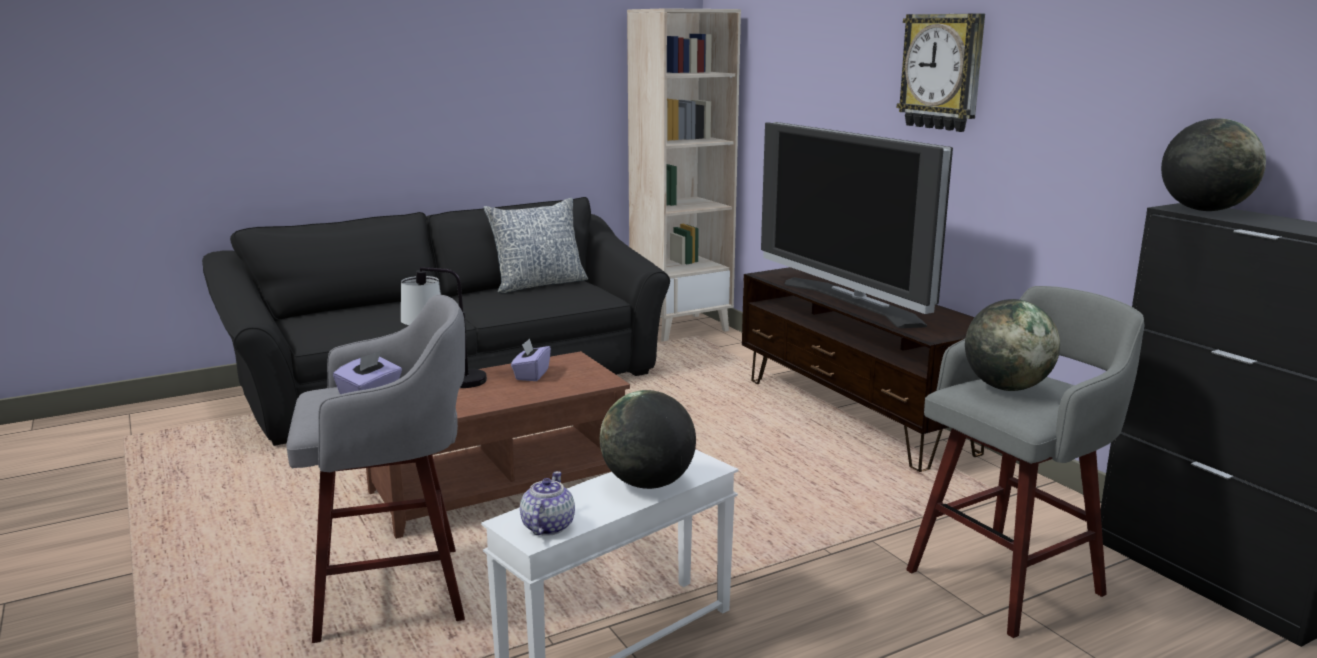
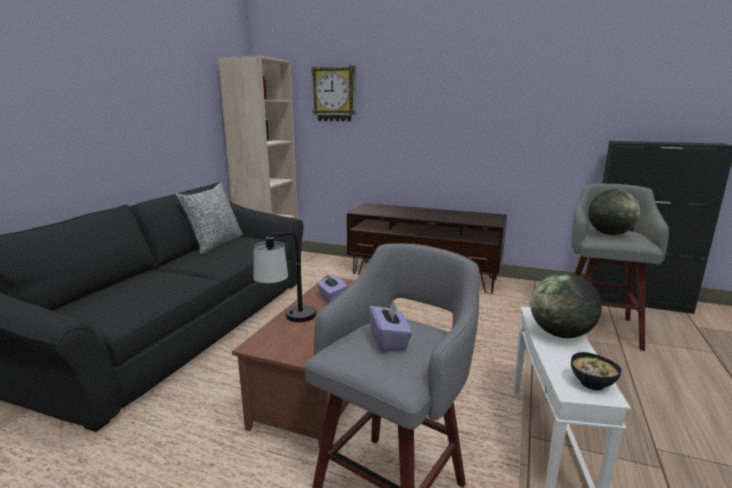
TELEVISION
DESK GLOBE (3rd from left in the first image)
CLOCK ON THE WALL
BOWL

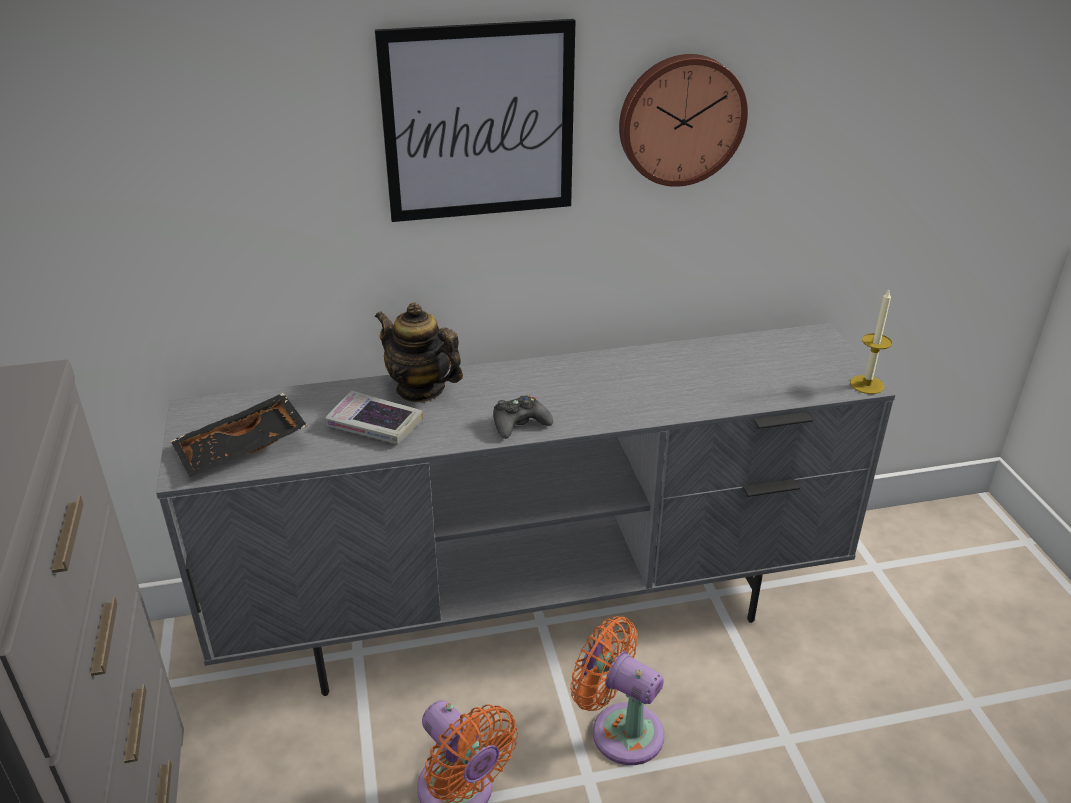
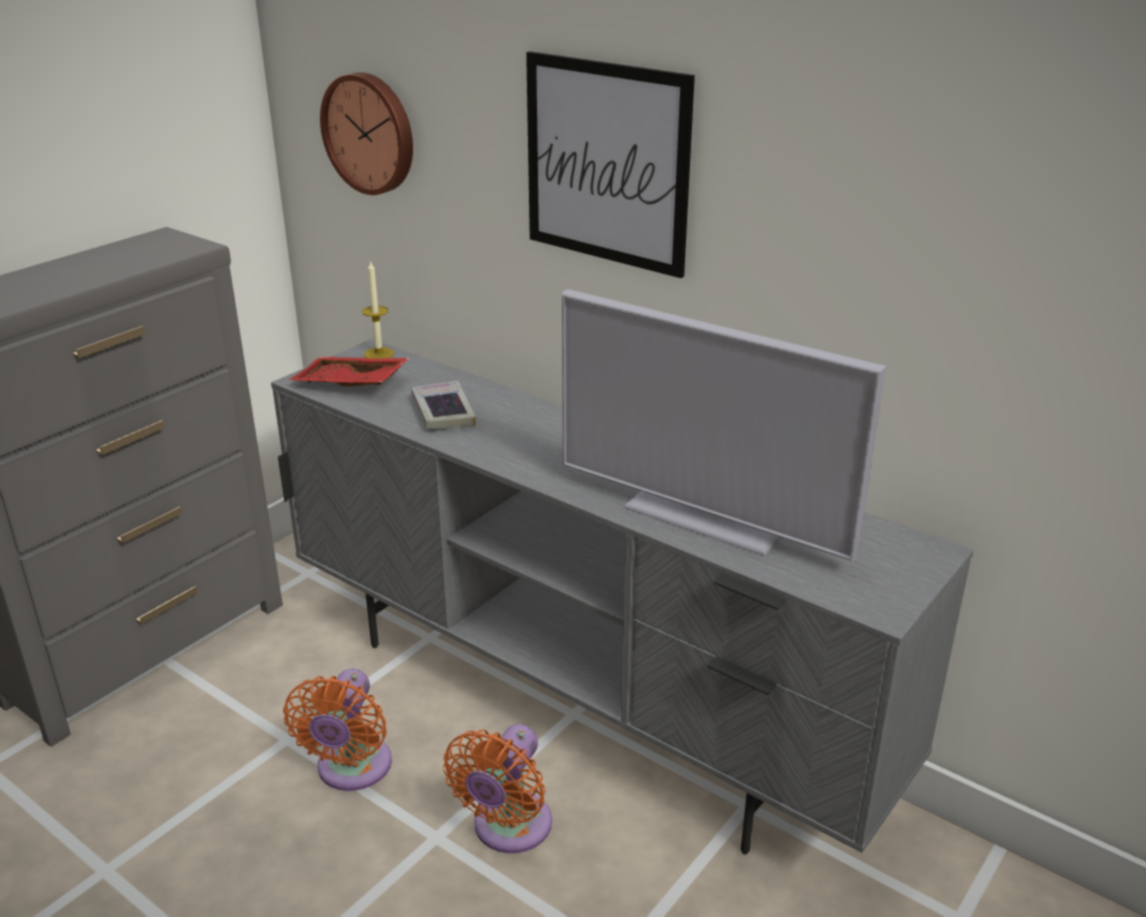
TEA POT
BLACKISH JOYPAD
TELEVISION
CLOCK ON THE WALL
WAX LIGHT
REDDISH TRAY
ORANGE FAN (2nd from left)

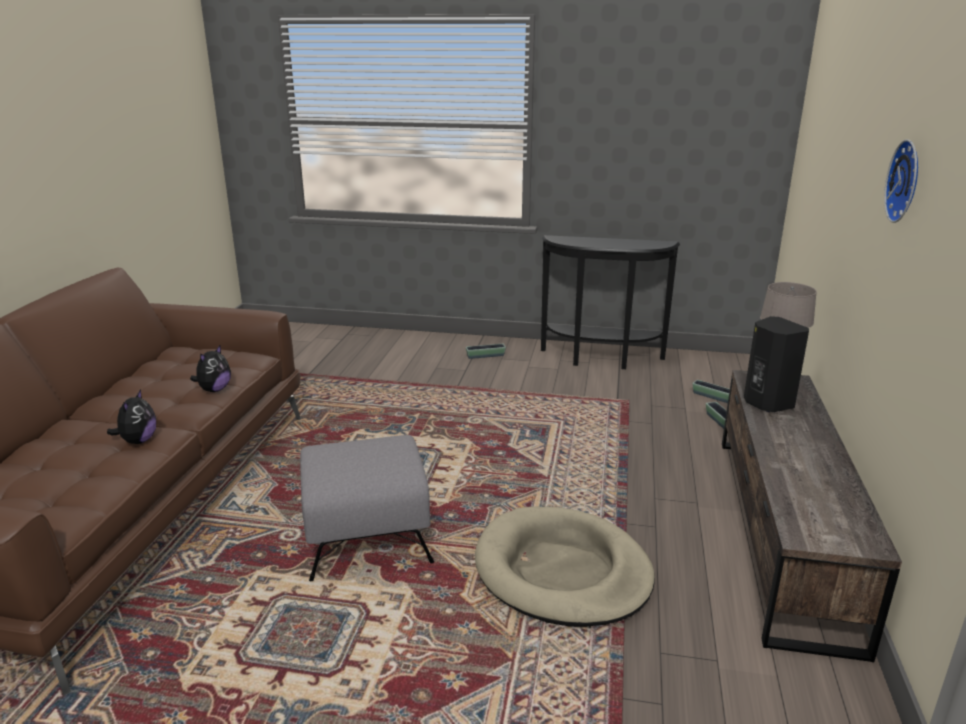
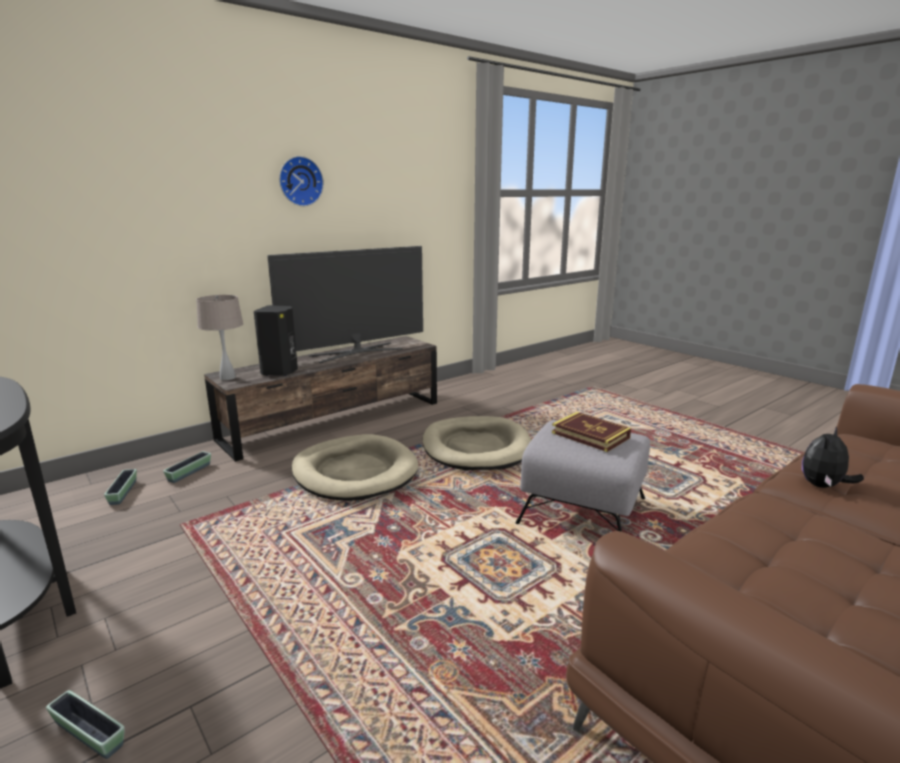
PLUSH TOY (2nd from left in the first image)
TELEVISION
BEIGE DOG BED (1st from left)
VOLUME

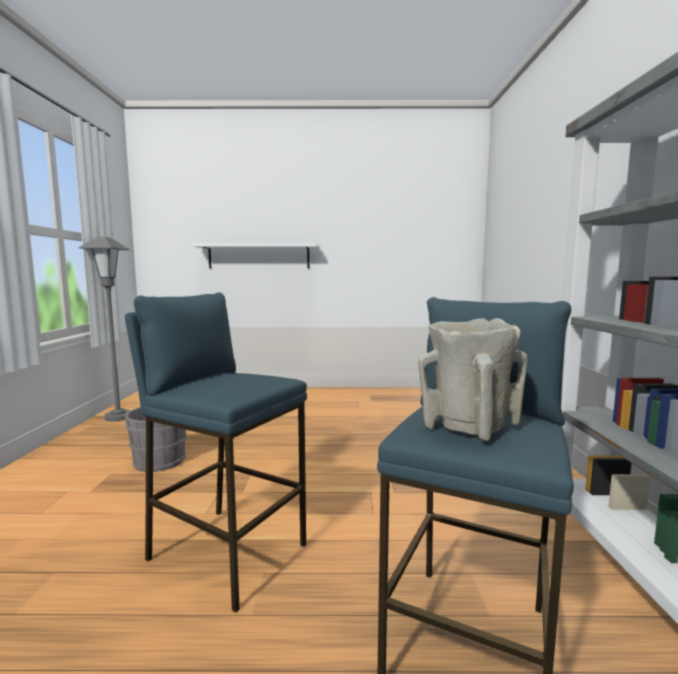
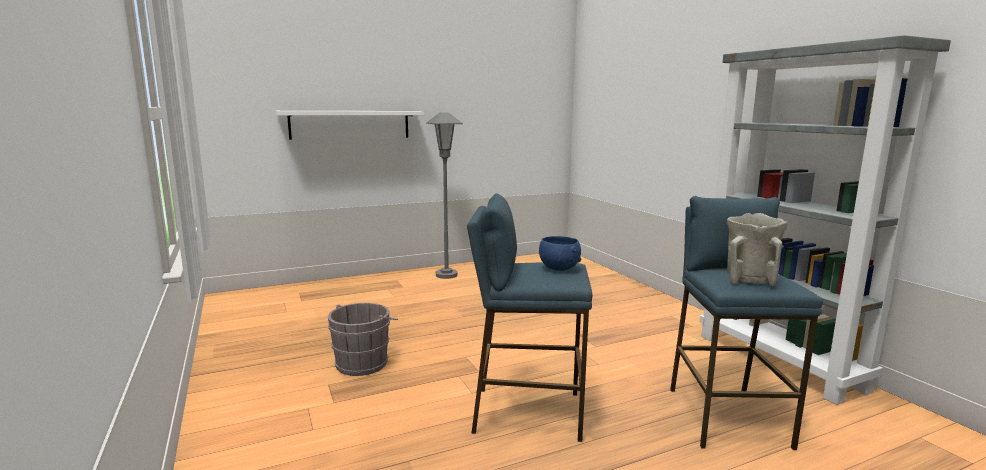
BLUE BOWL
GREY STANDARD LAMP

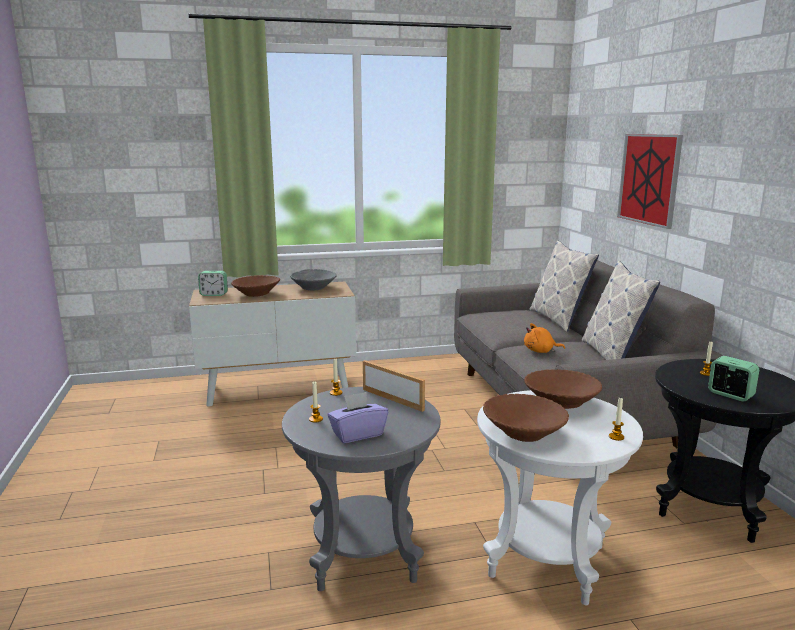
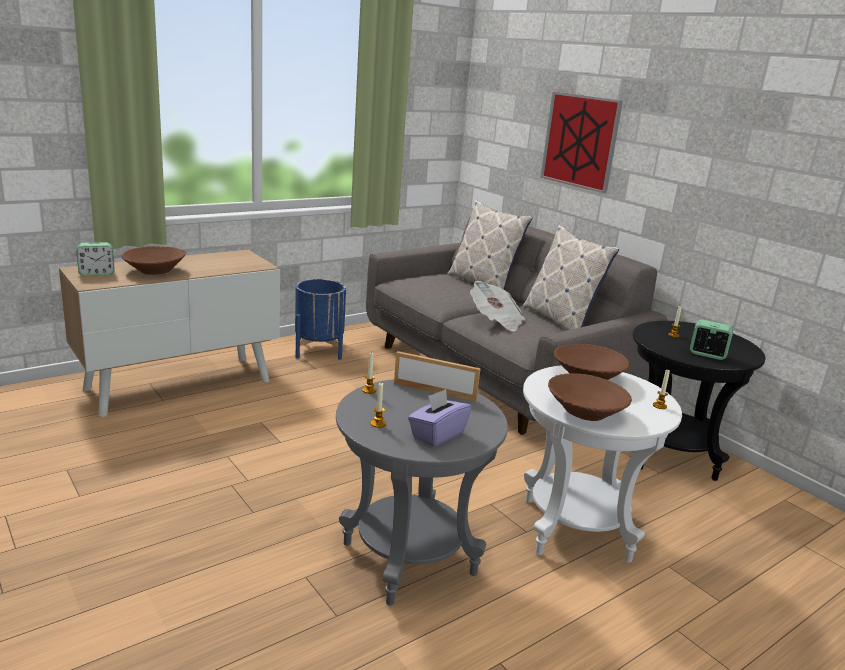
GREY BOWL
BLUE PLANTER
DAILY PAPER

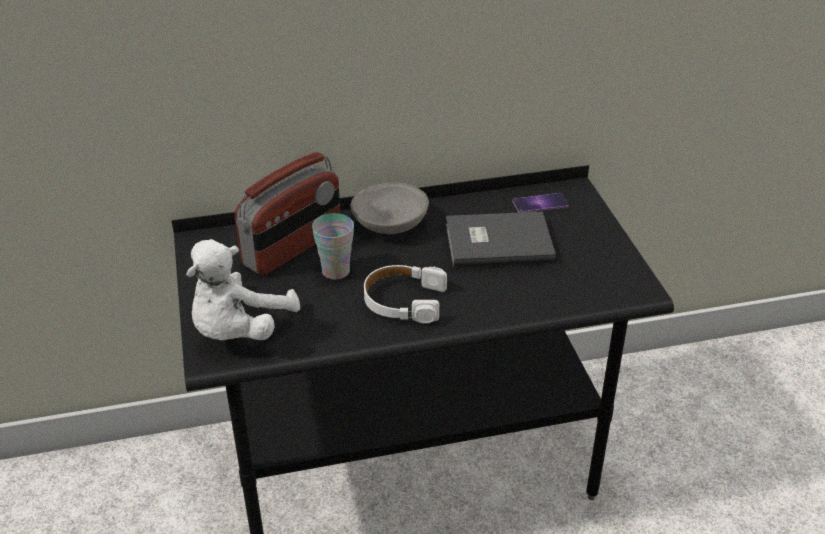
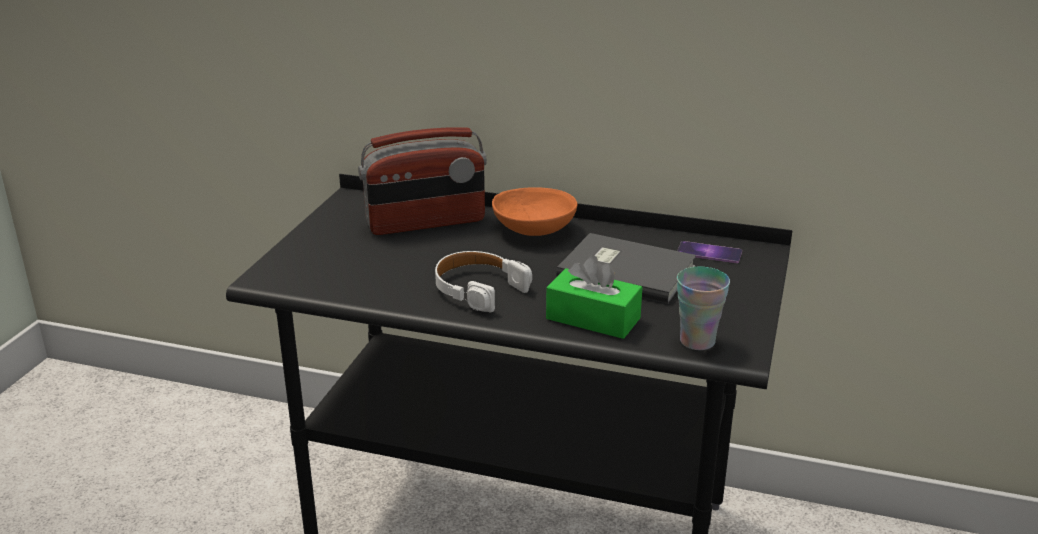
WHITE PLUSH TOY
GREEN BOX OF TISSUES
CUP
ORANGE BOWL

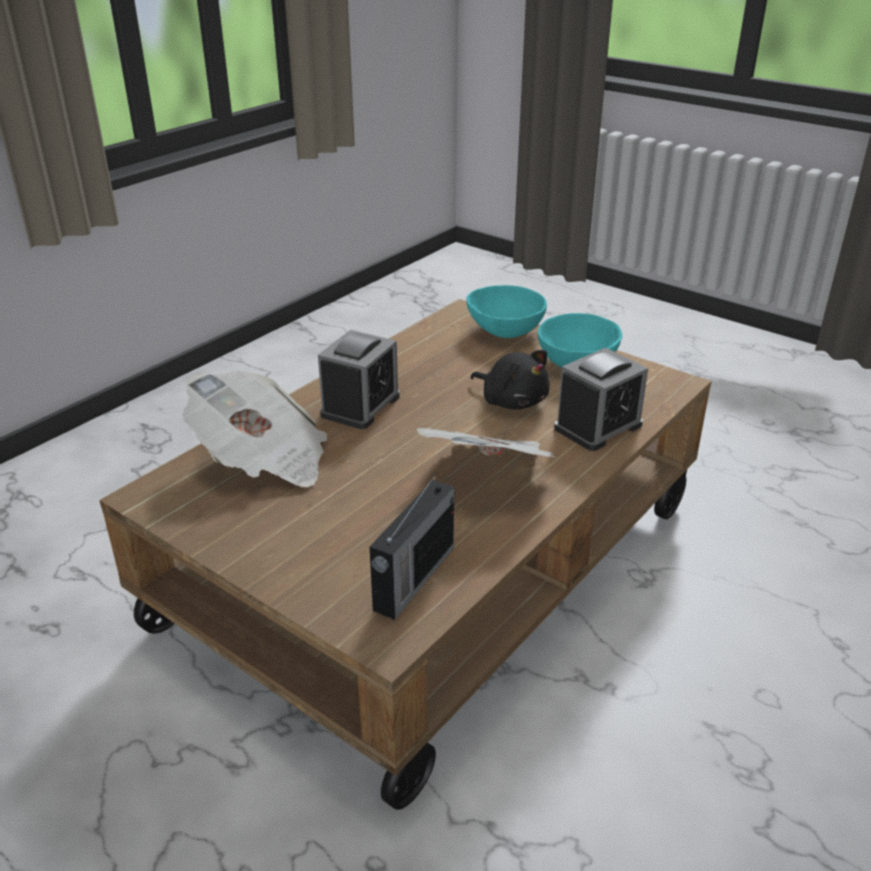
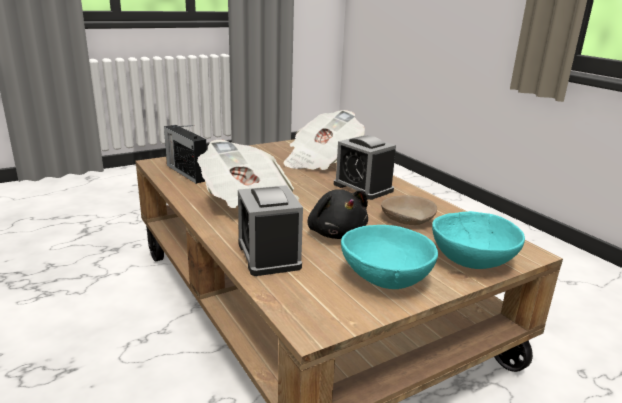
BEIGE BOWL
BLACKISH PLUSH TOY

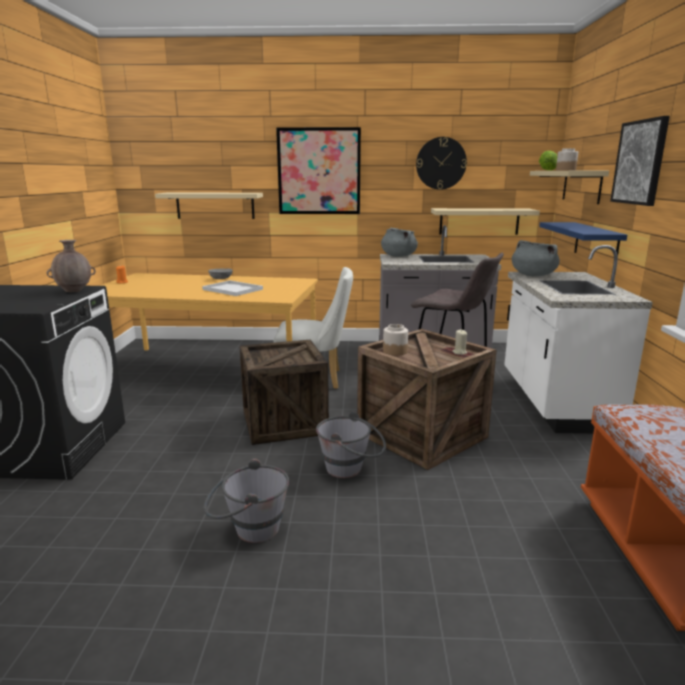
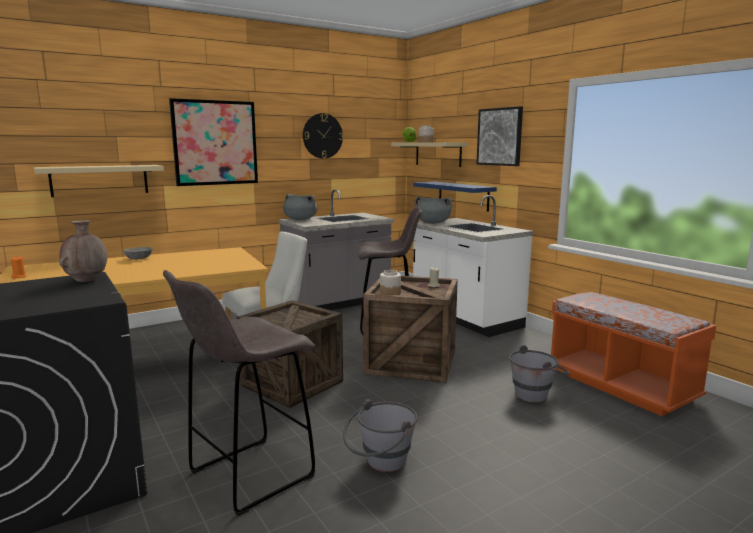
WHITE TRAY
BEIGE WALL SHELF (2nd from left in the first image)
GREY SITTING STOOL (1st from left)
GREY PAIL (2nd from left)

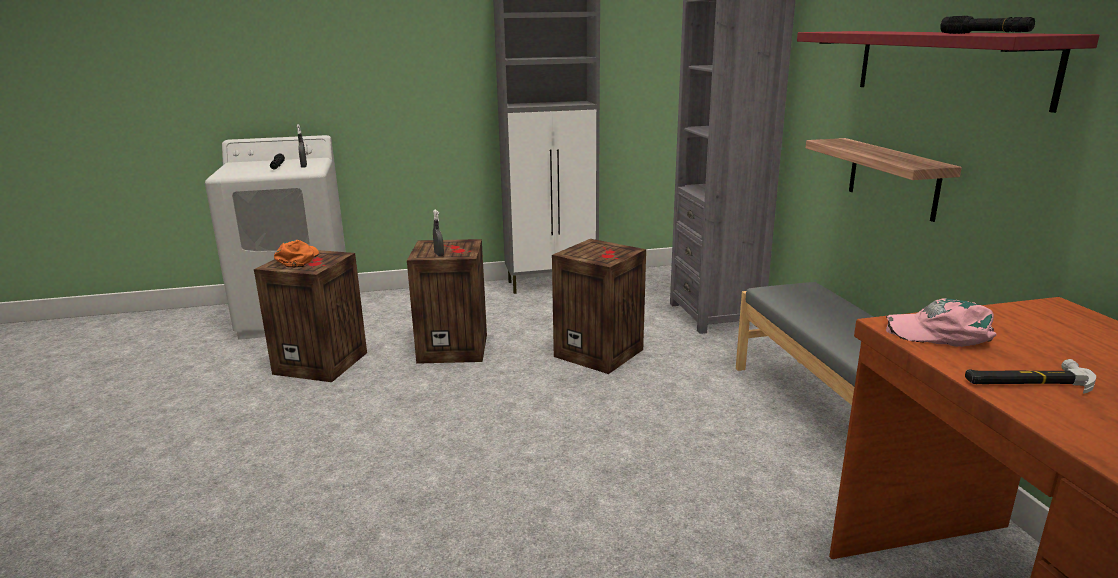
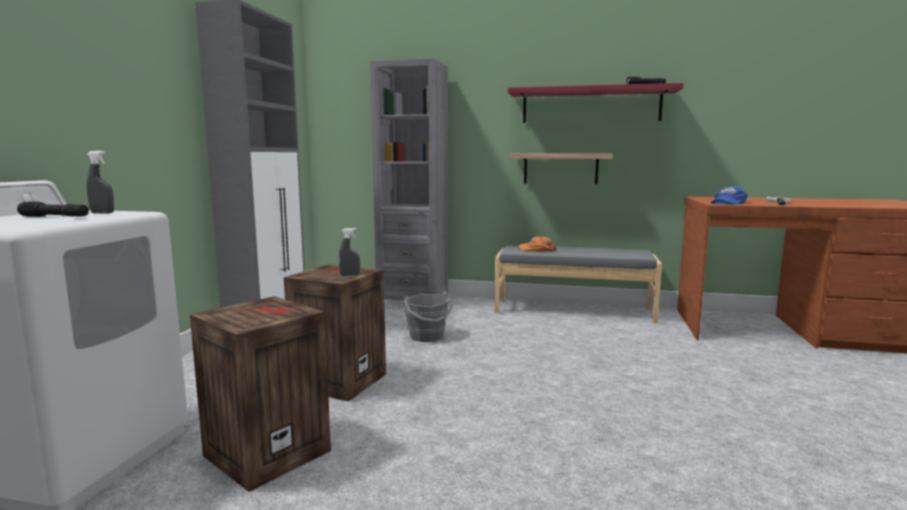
ORANGE PEAKED CAP
GREY PAIL
BLUE PEAKED CAP

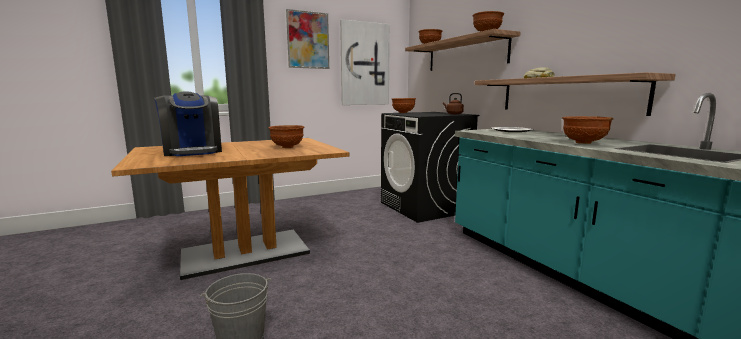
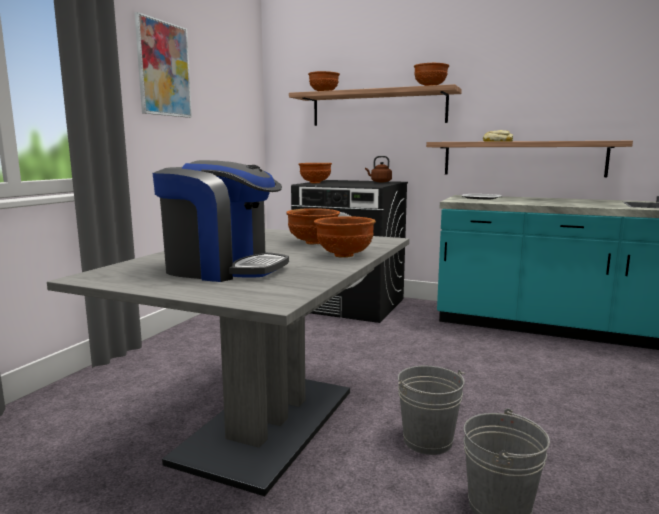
PICTURE (2nd from left in the first image)
GREY PAIL (1st from left)
BROWNISH BOWL (4th from left)
GREY DINNER TABLE

